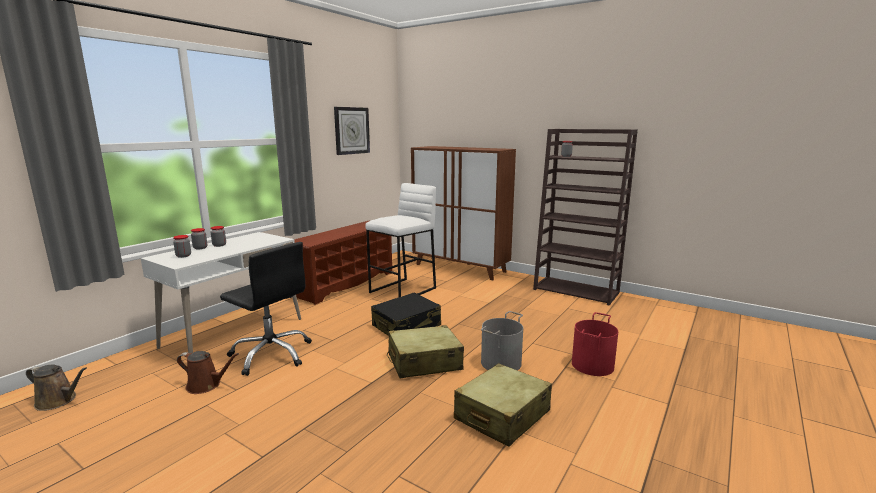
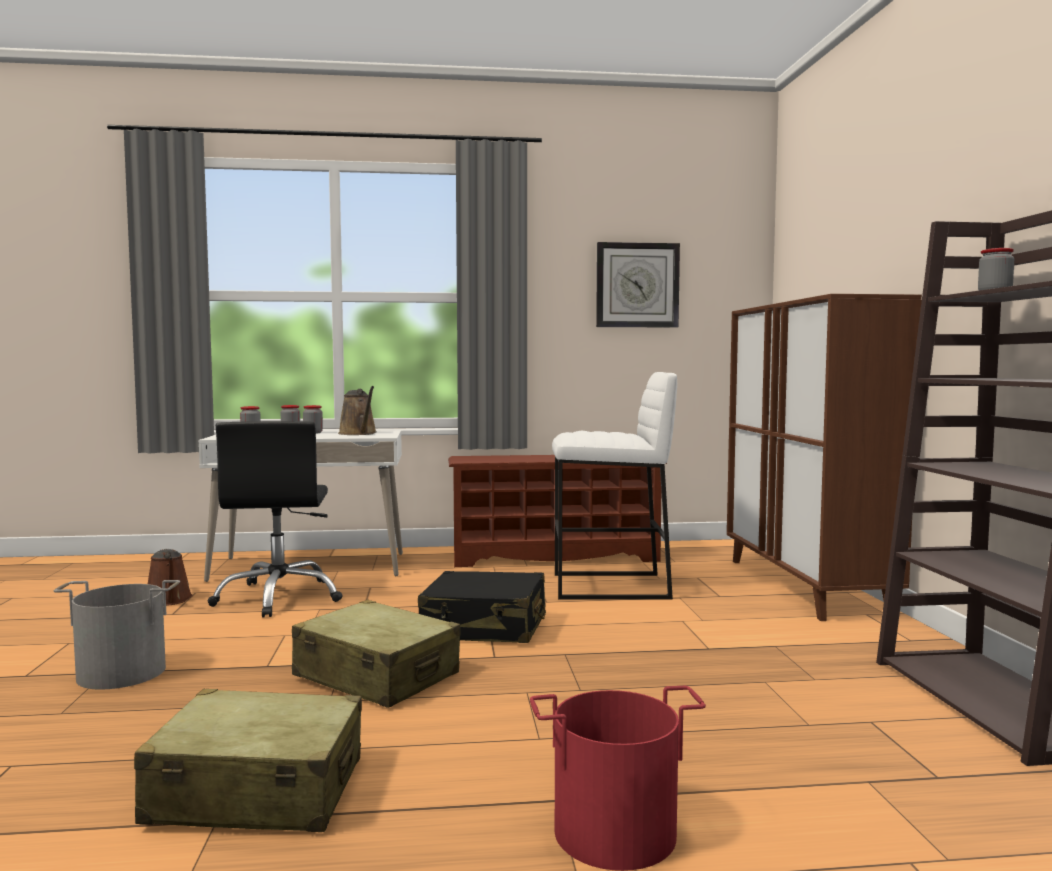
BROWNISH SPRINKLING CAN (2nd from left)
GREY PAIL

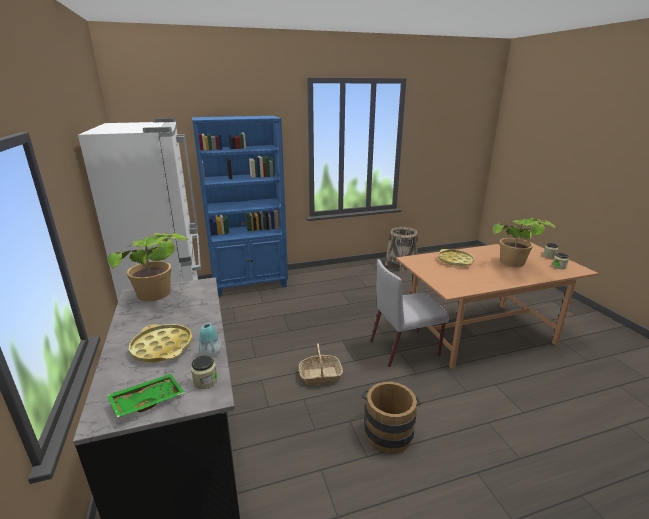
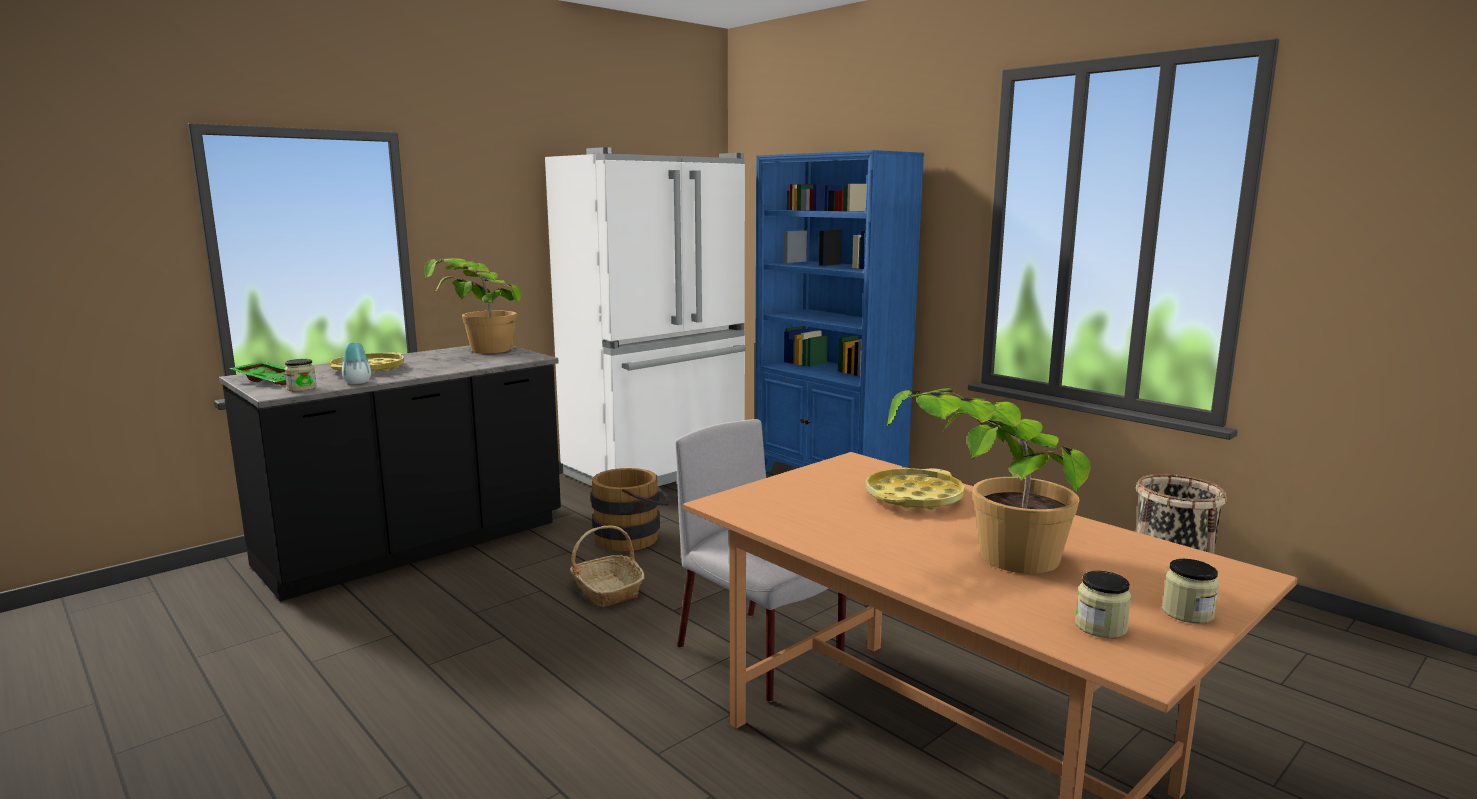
BROWNISH PAIL

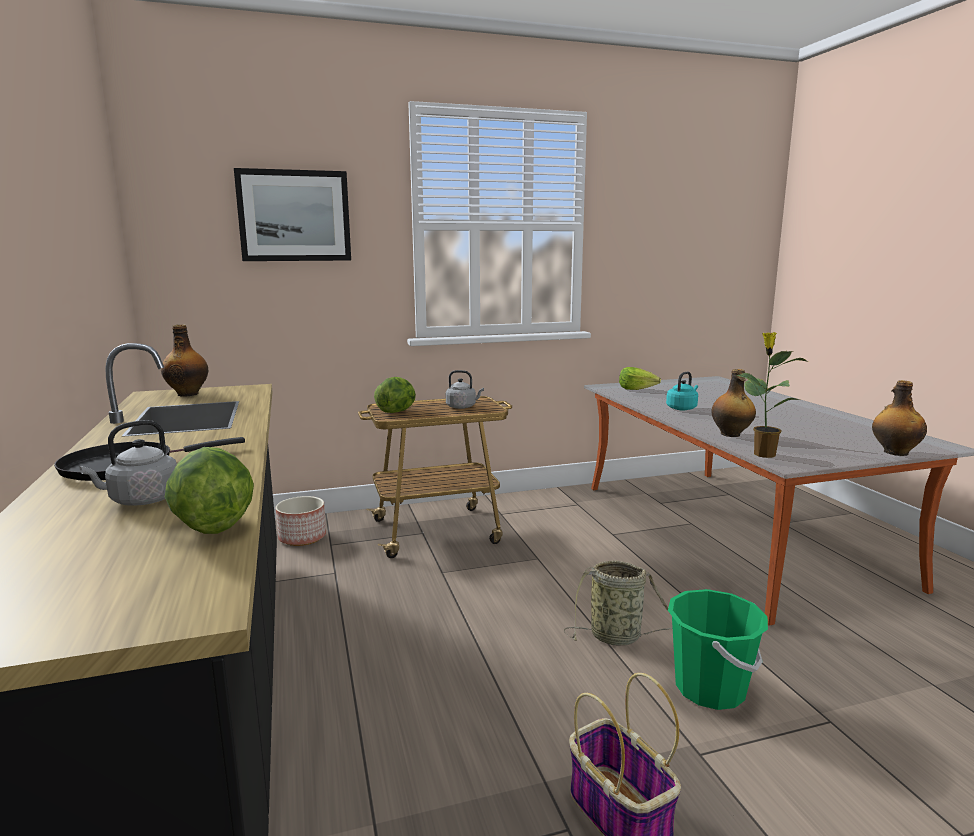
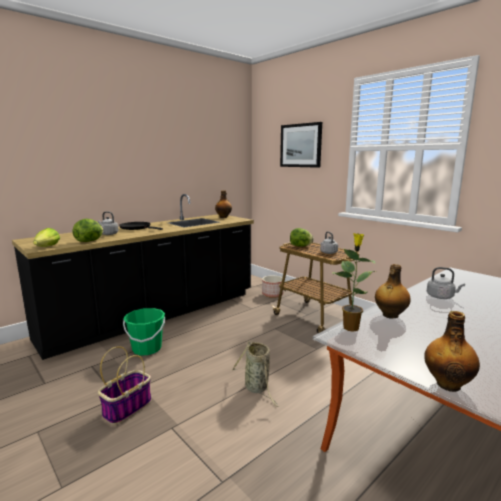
HEAD OF LETTUCE (1st from left)
GREEN PAIL
GREY KETTLE (3rd from left)

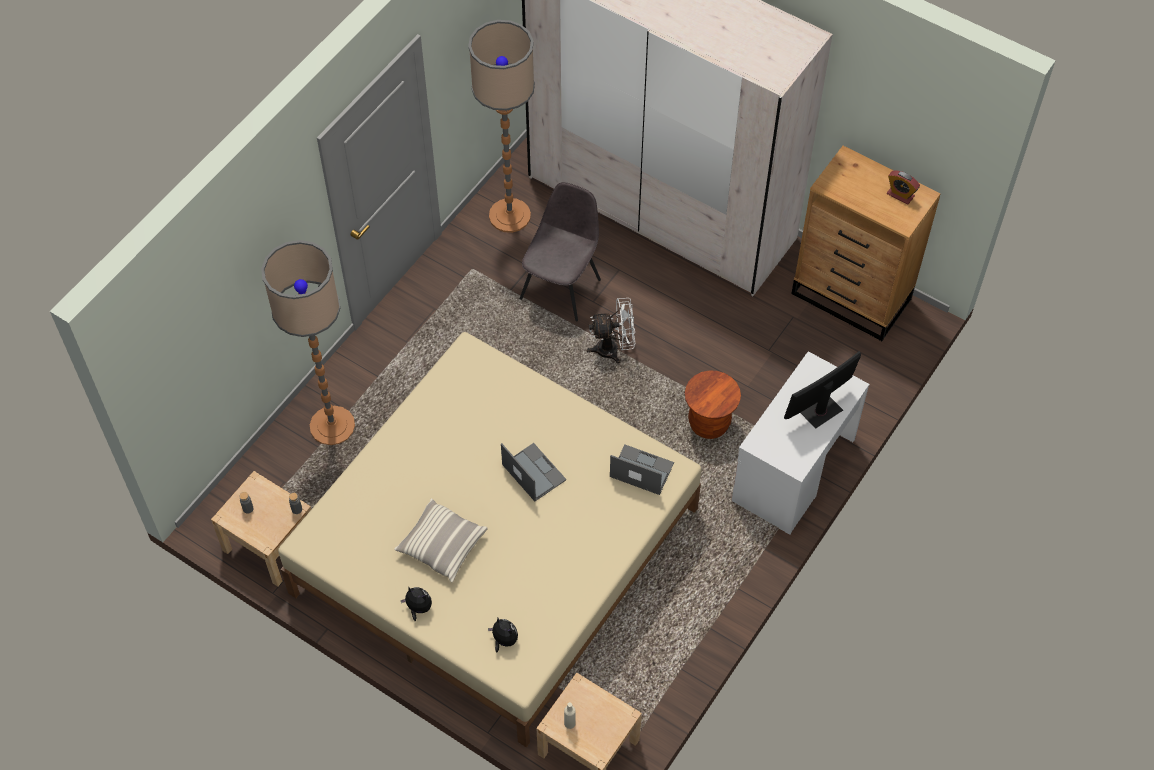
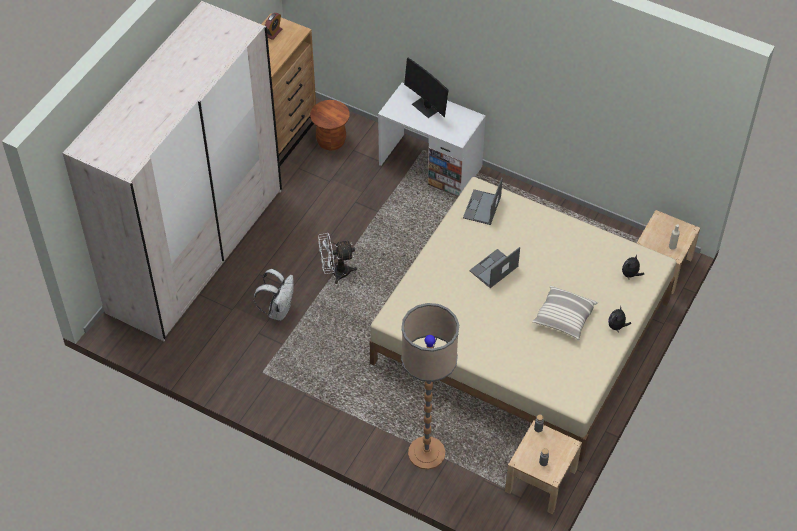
STANDARD LAMP (2nd from left in the first image)
BROWNISH SITTING STOOL
WHITE RUCKSACK
WHITE FAN

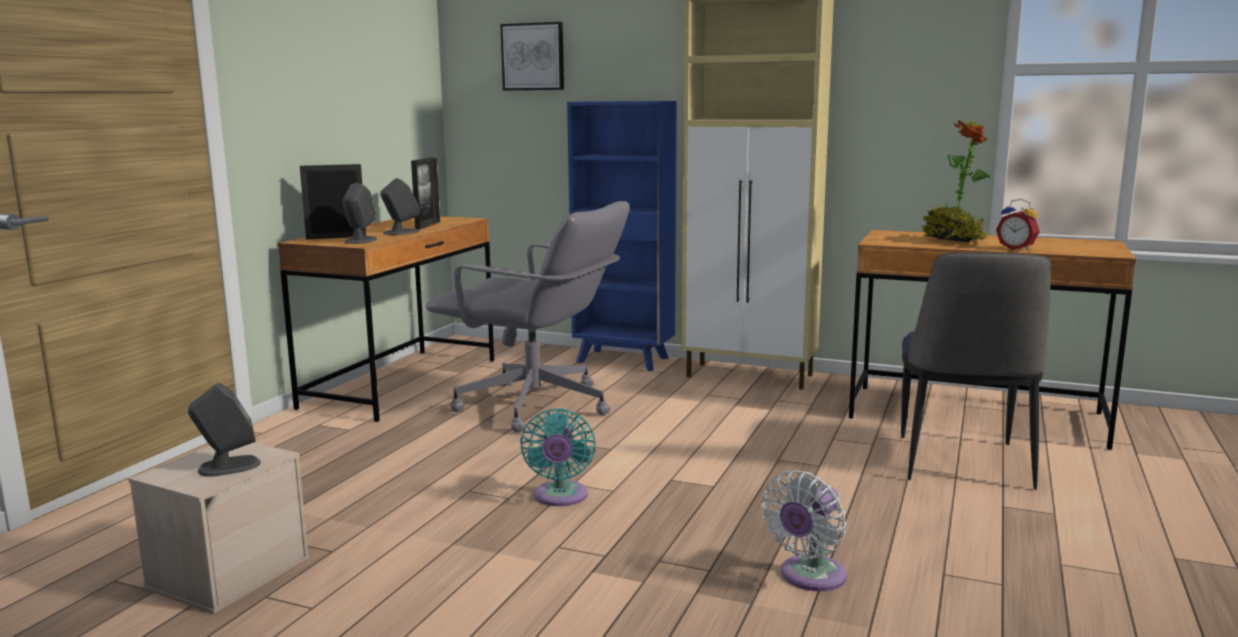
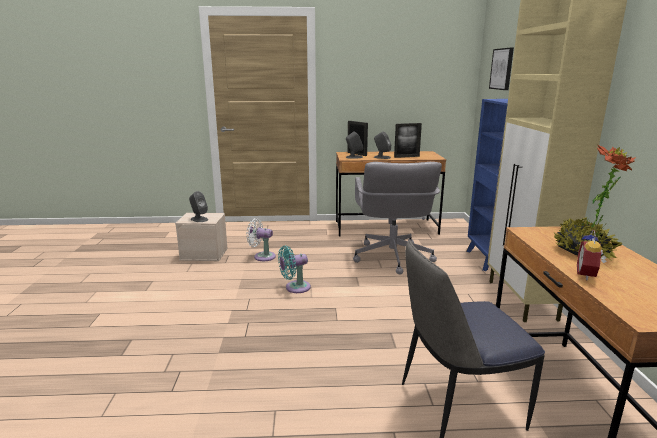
WHITE FAN

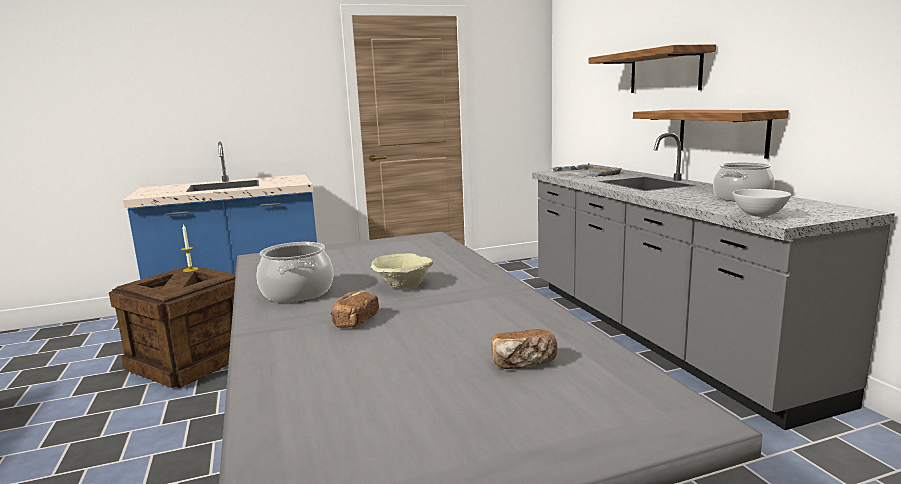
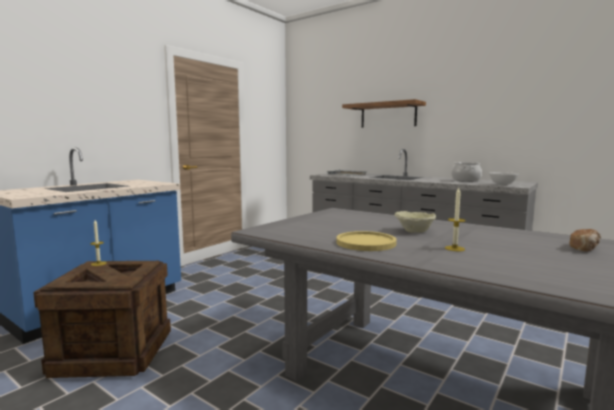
WALL SHELF (2nd from left in the first image)
YELLOW FLAT DISH
WAX LIGHT (2nd from left)

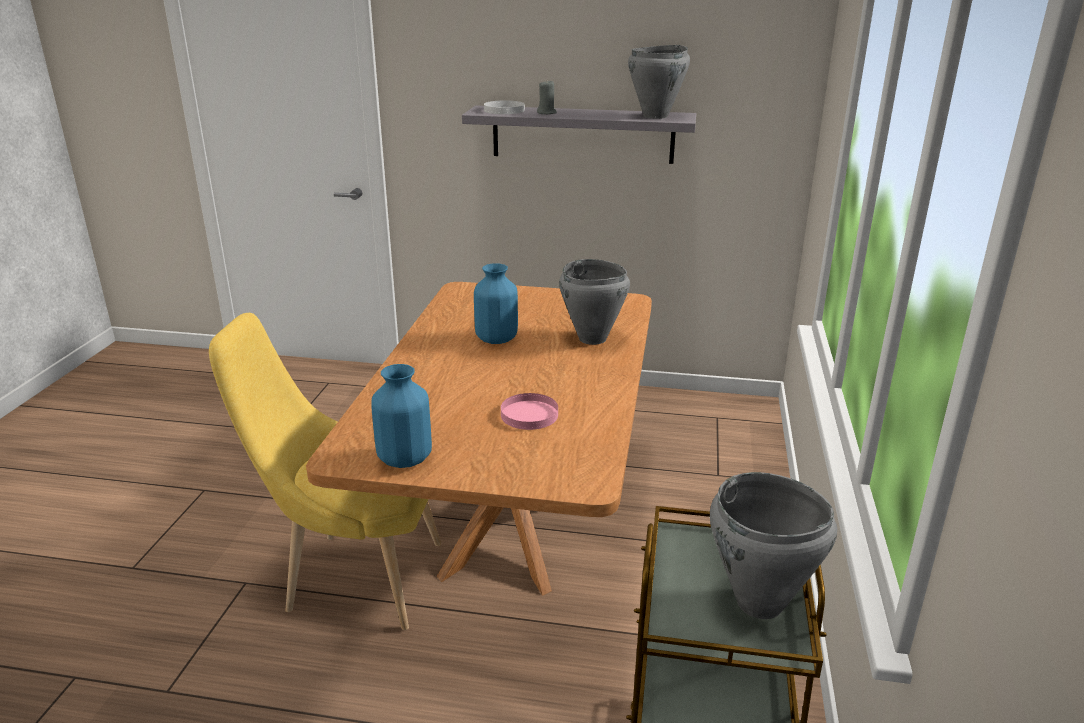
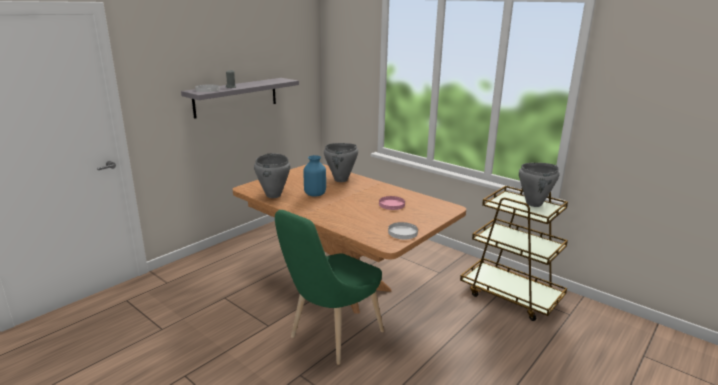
GREY SAUCEPOT (1st from left)
WHITE FLAT DISH (2nd from left)
GREEN CHAIR

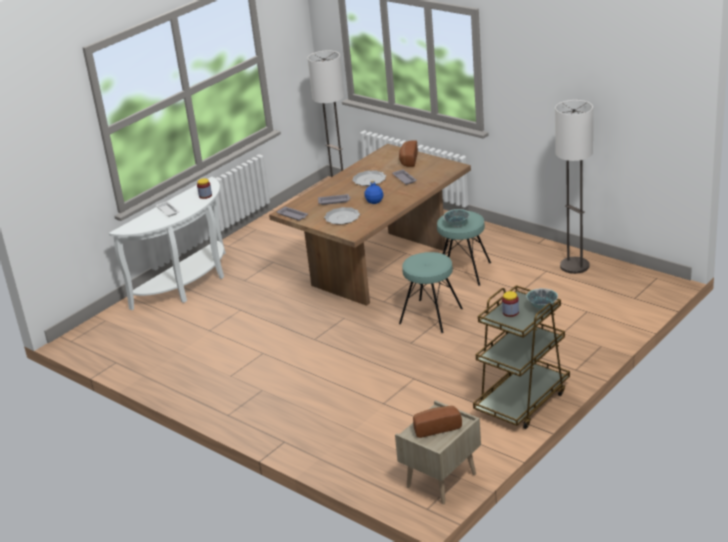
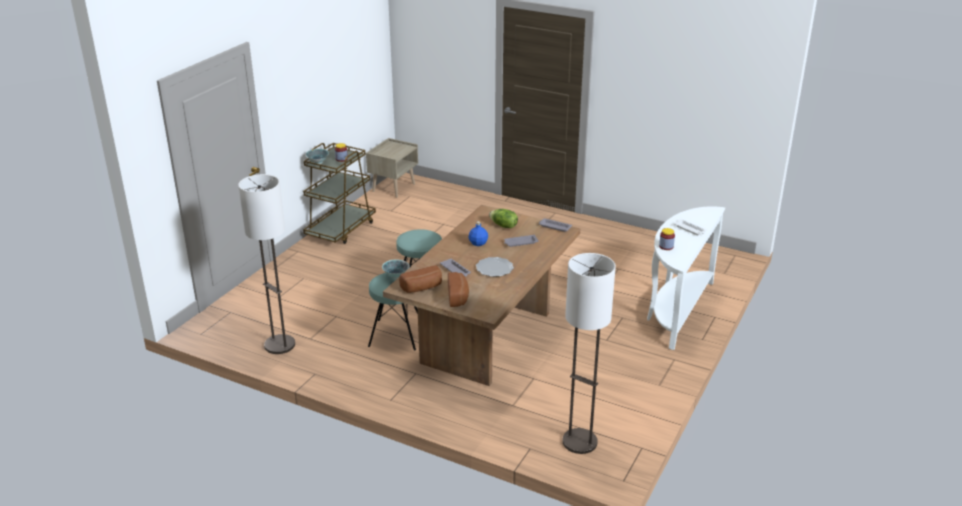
BAKERY BREAD (1st from left)
HEAD OF LETTUCE

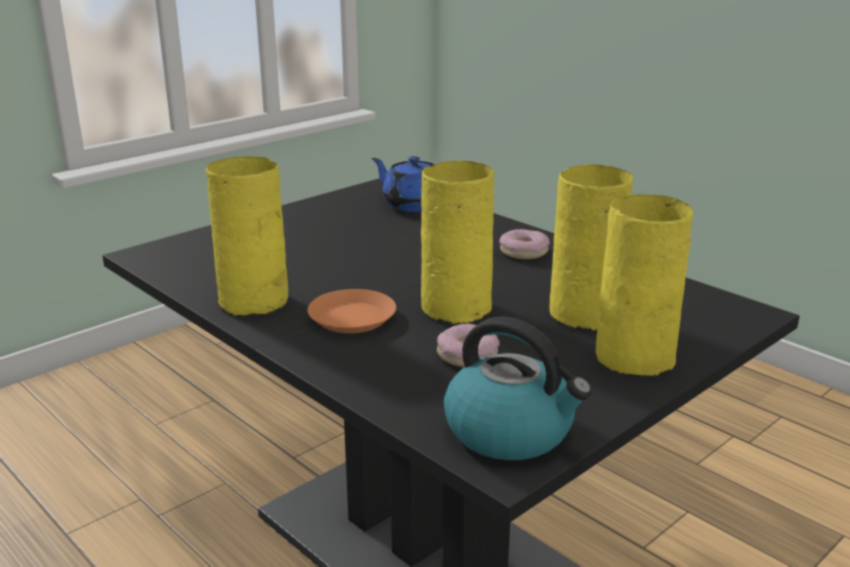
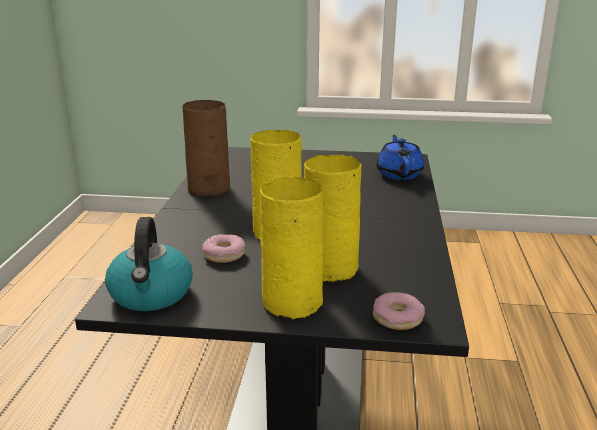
ORANGE FLAT DISH
DONUT (2nd from left)
BROWNISH VASE

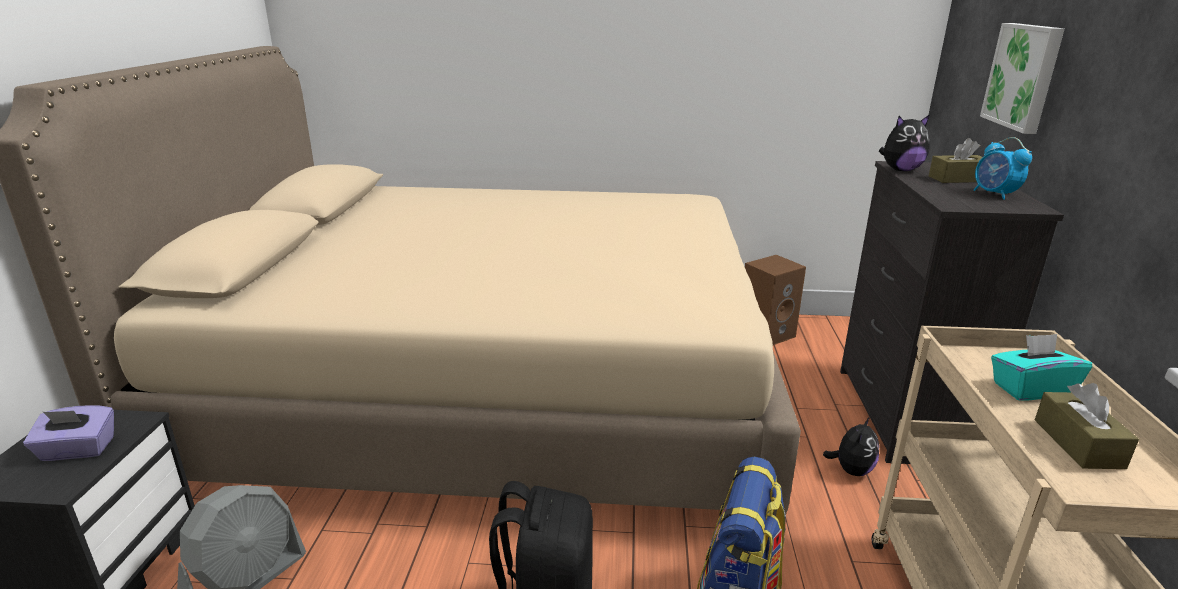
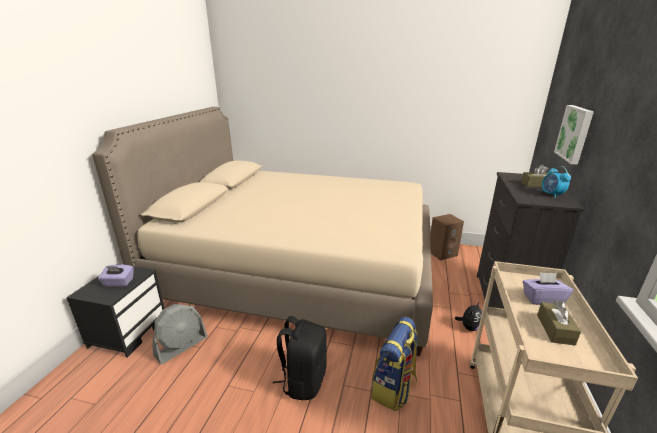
PLUSH TOY (2nd from left in the first image)
PURPLE-COLOURED BOX OF TISSUES (2nd from left)

